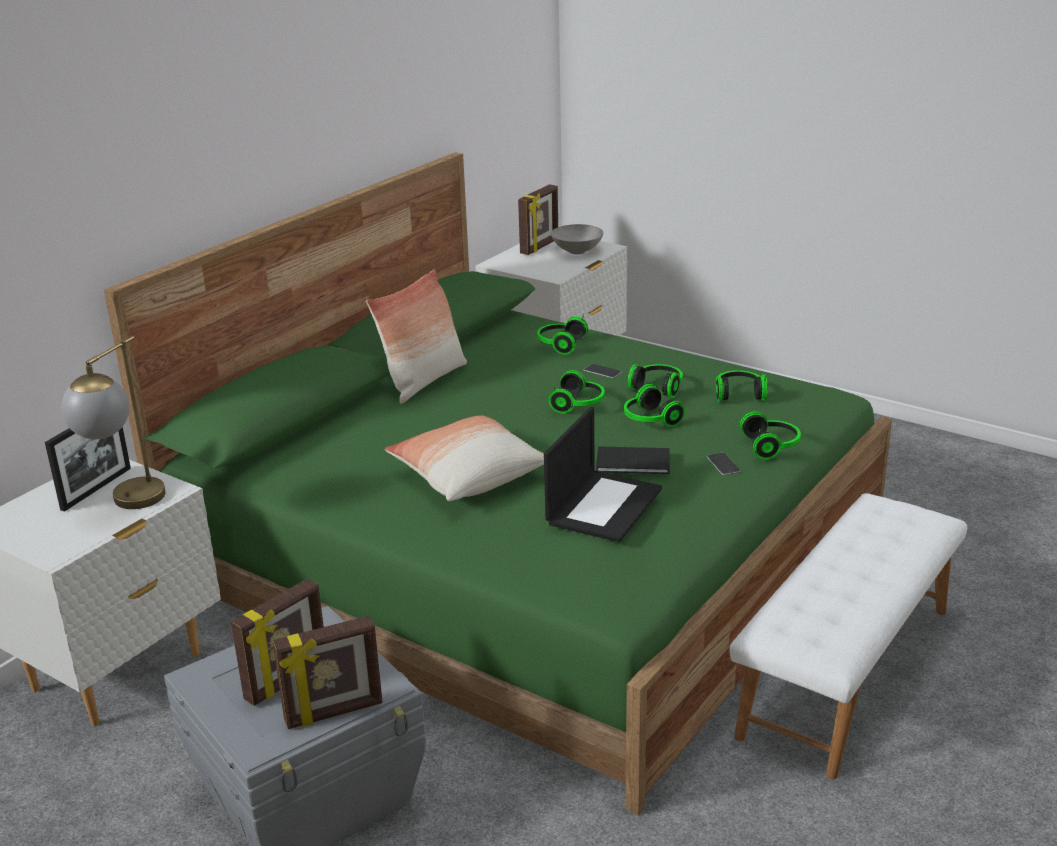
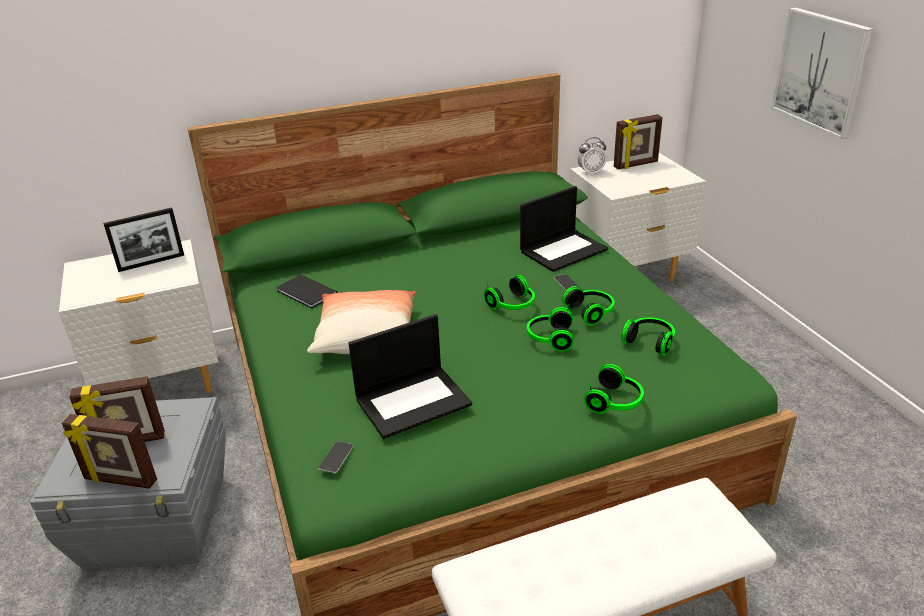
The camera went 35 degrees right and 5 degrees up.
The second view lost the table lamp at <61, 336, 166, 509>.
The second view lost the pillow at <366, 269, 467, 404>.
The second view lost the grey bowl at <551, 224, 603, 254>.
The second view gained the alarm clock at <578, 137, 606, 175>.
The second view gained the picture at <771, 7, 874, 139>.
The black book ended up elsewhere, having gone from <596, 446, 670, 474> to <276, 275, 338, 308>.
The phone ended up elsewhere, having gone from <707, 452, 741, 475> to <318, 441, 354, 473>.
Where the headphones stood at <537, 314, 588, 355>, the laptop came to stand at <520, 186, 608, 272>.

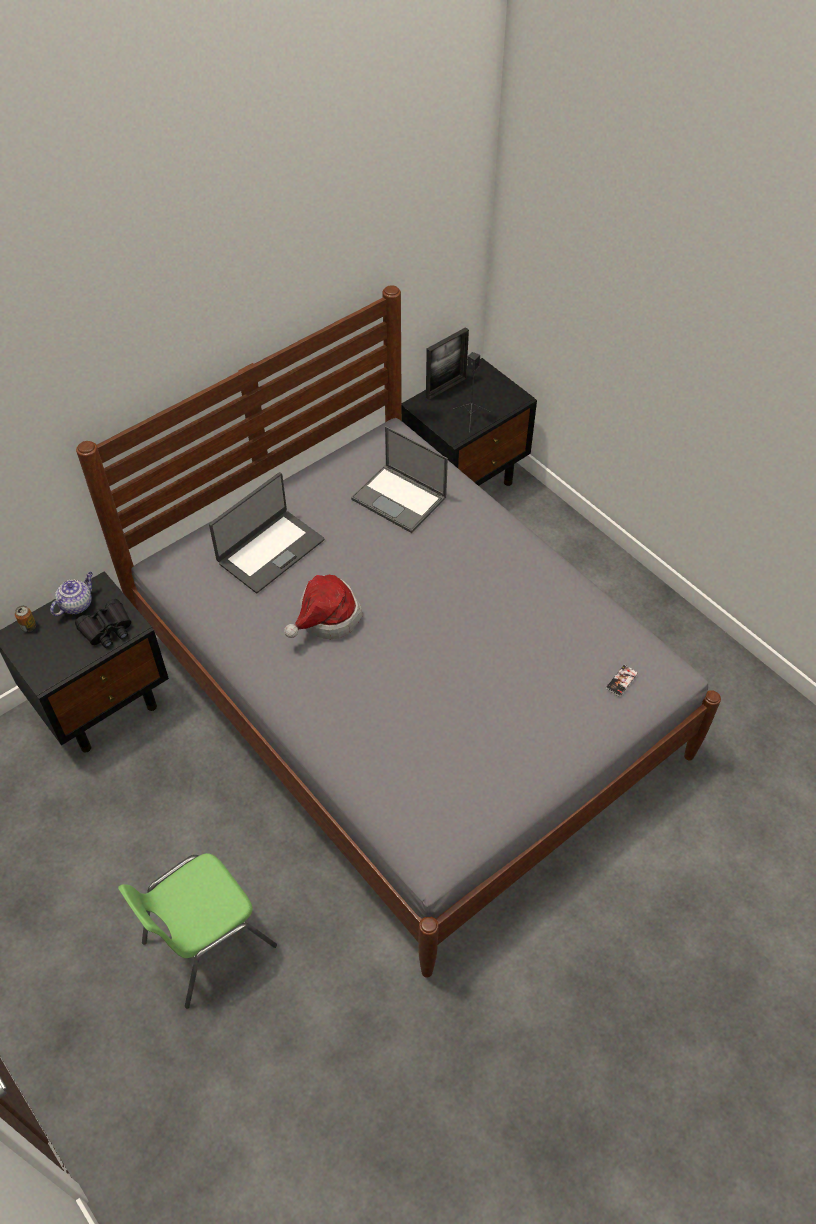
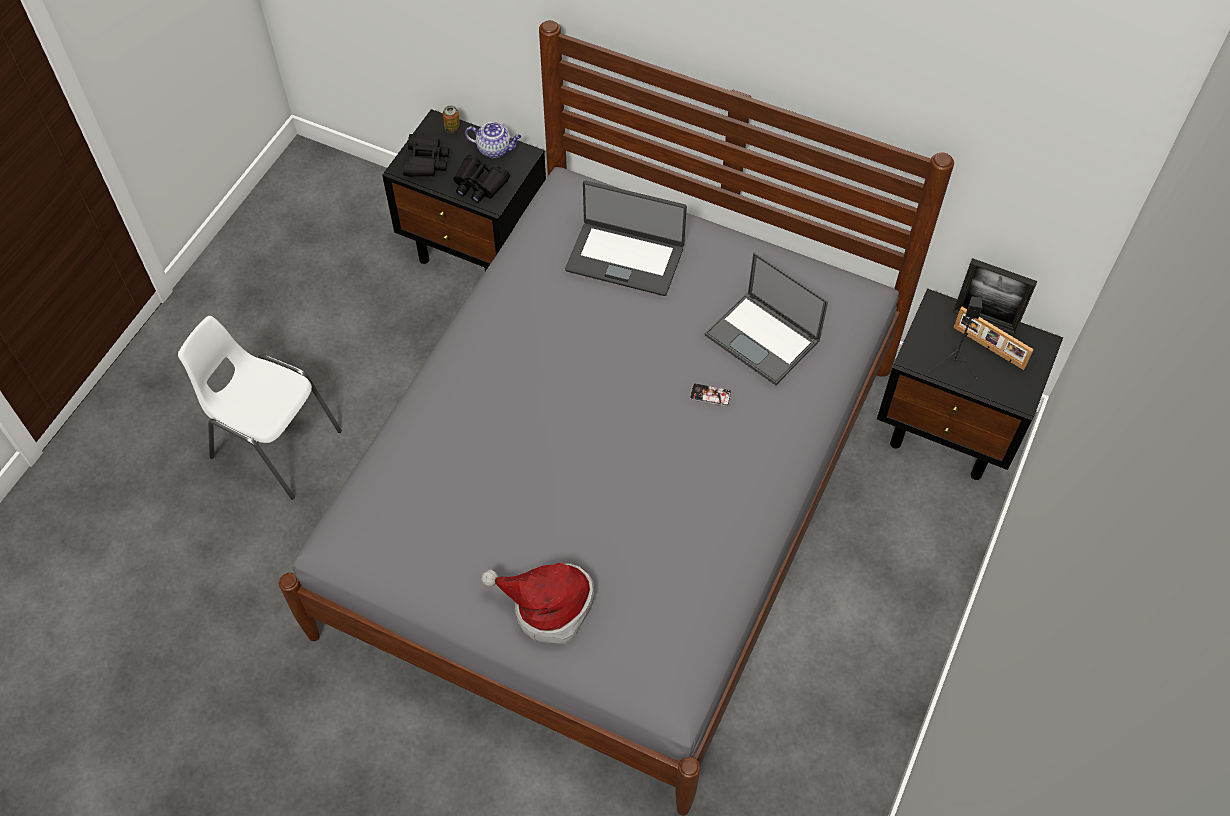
The camera went 65 degrees right and 5 degrees up.
The second view gained the black binoculars at <403, 134, 449, 177>.
The second view gained the picture frame at <953, 307, 1034, 370>.
The hat ended up elsewhere, having gone from <284, 575, 363, 639> to <481, 562, 595, 644>.
The phone ended up elsewhere, having gone from <606, 665, 638, 697> to <690, 383, 732, 406>.
What was the green chair at <118, 853, 277, 1008> turned into the white chair at <178, 316, 342, 500>.
The laptop at <351, 426, 448, 533> ended up facing another way, 60 degrees counterclockwise from before.

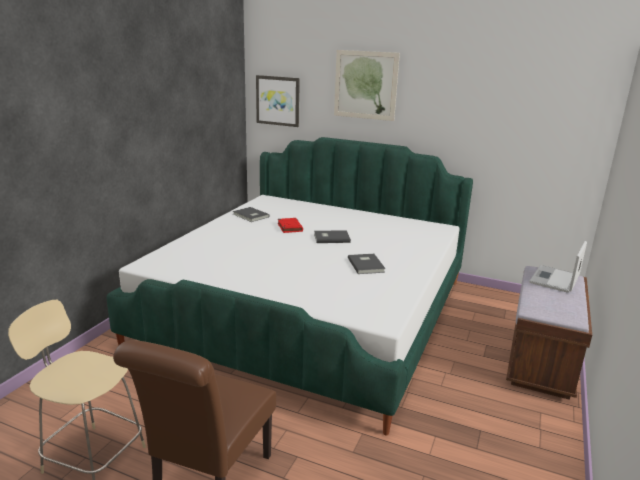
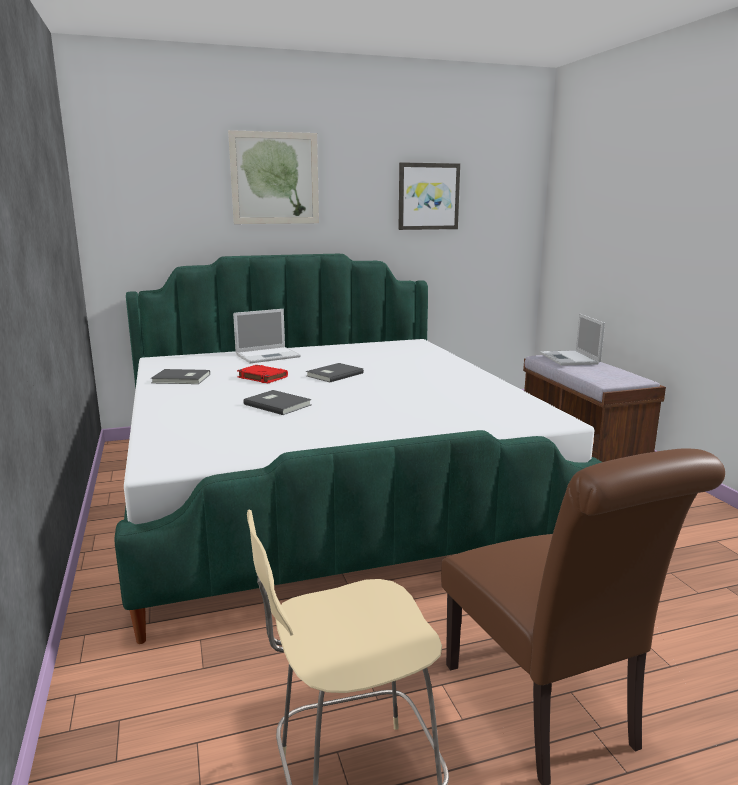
The camera went 40 degrees left and 5 degrees down.
The second view gained the laptop at <233, 309, 301, 363>.
The picture ended up elsewhere, having gone from <256, 75, 300, 127> to <398, 162, 460, 230>.
The grey book ended up elsewhere, having gone from <348, 254, 386, 274> to <243, 390, 312, 415>.

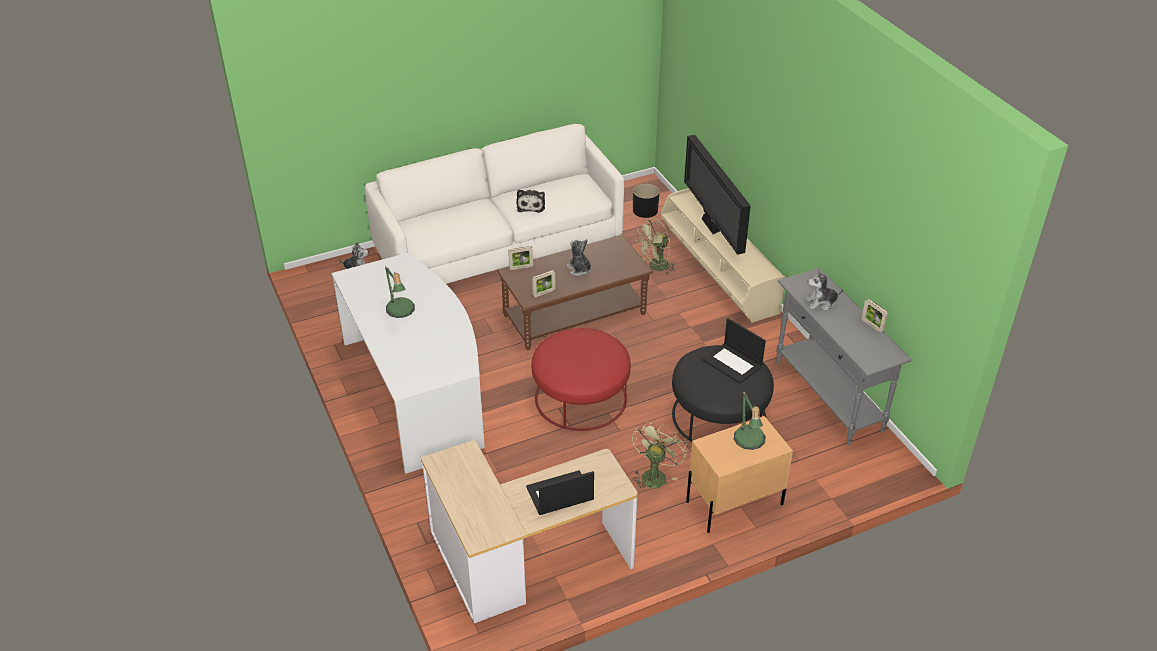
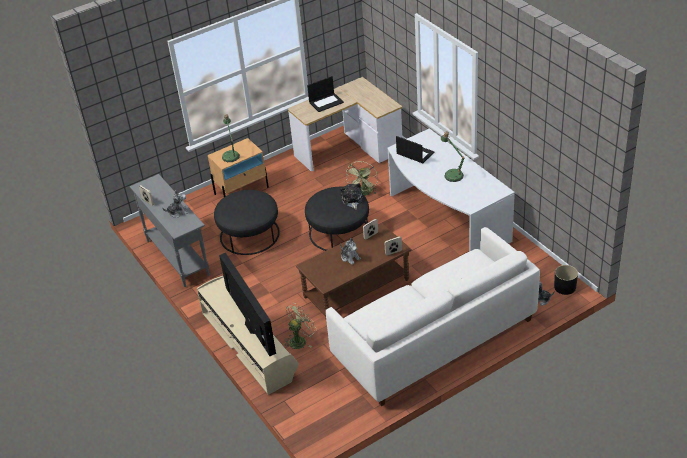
The camera went 175 degrees right and 0 degrees up.
The plush toy ended up elsewhere, having gone from <516, 190, 545, 213> to <340, 183, 362, 209>.
The green fan ended up elsewhere, having gone from <632, 422, 687, 491> to <346, 161, 378, 196>.
The black planter ended up elsewhere, having gone from <633, 184, 660, 218> to <554, 265, 578, 295>.
The laptop ended up elsewhere, having gone from <703, 318, 766, 384> to <396, 136, 435, 163>.
What was the red ottoman at <531, 328, 631, 431> turned into the black ottoman at <305, 186, 369, 251>.

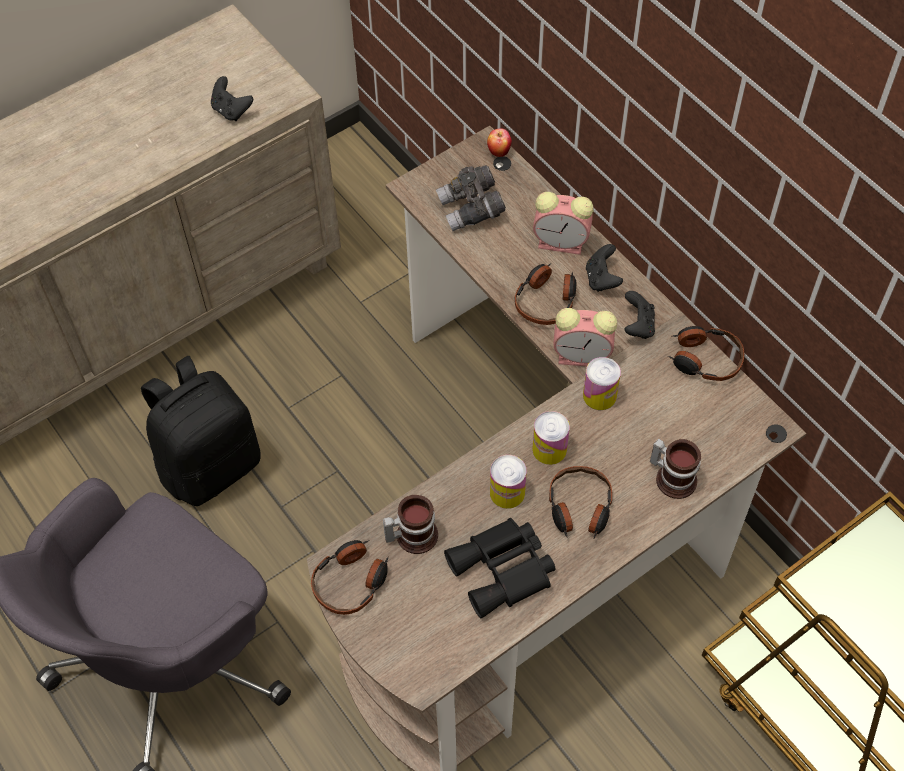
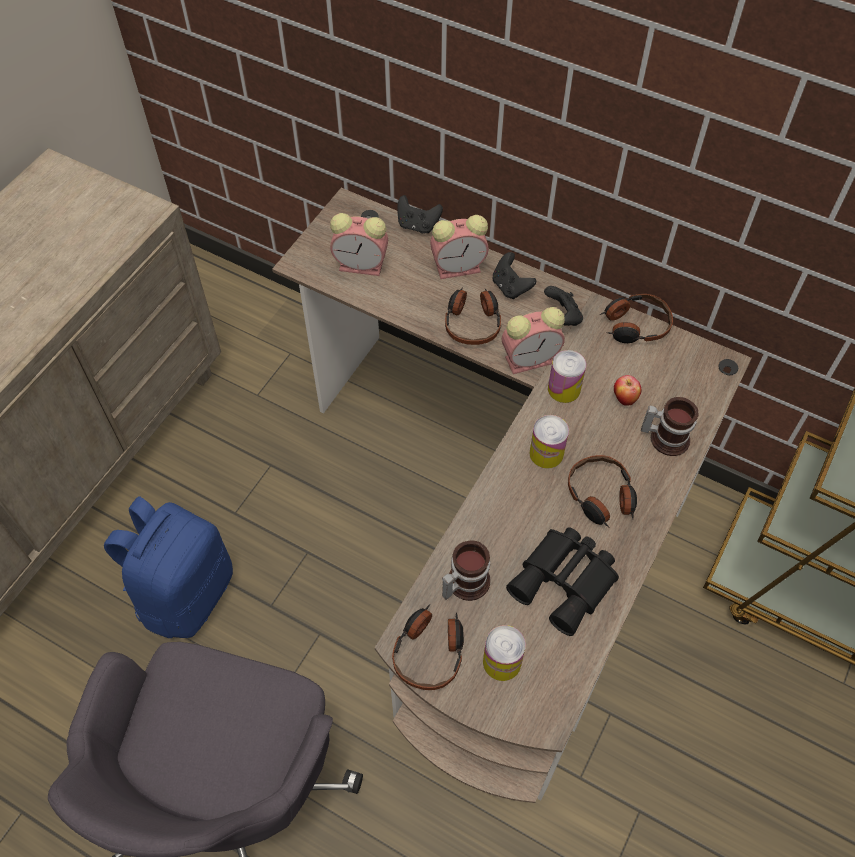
The camera went 25 degrees left and 0 degrees up.
The black game controller ended up elsewhere, having gone from <211, 76, 253, 121> to <397, 195, 443, 233>.
The apple ended up elsewhere, having gone from <487, 128, 512, 157> to <614, 375, 641, 406>.
The can ended up elsewhere, having gone from <490, 455, 527, 509> to <483, 625, 526, 681>.
Where the grey binoculars stood at <436, 165, 506, 231>, the alarm clock came to stand at <330, 213, 388, 276>.
What was the black backpack at <141, 356, 261, 506> turned into the blue backpack at <104, 496, 233, 638>.

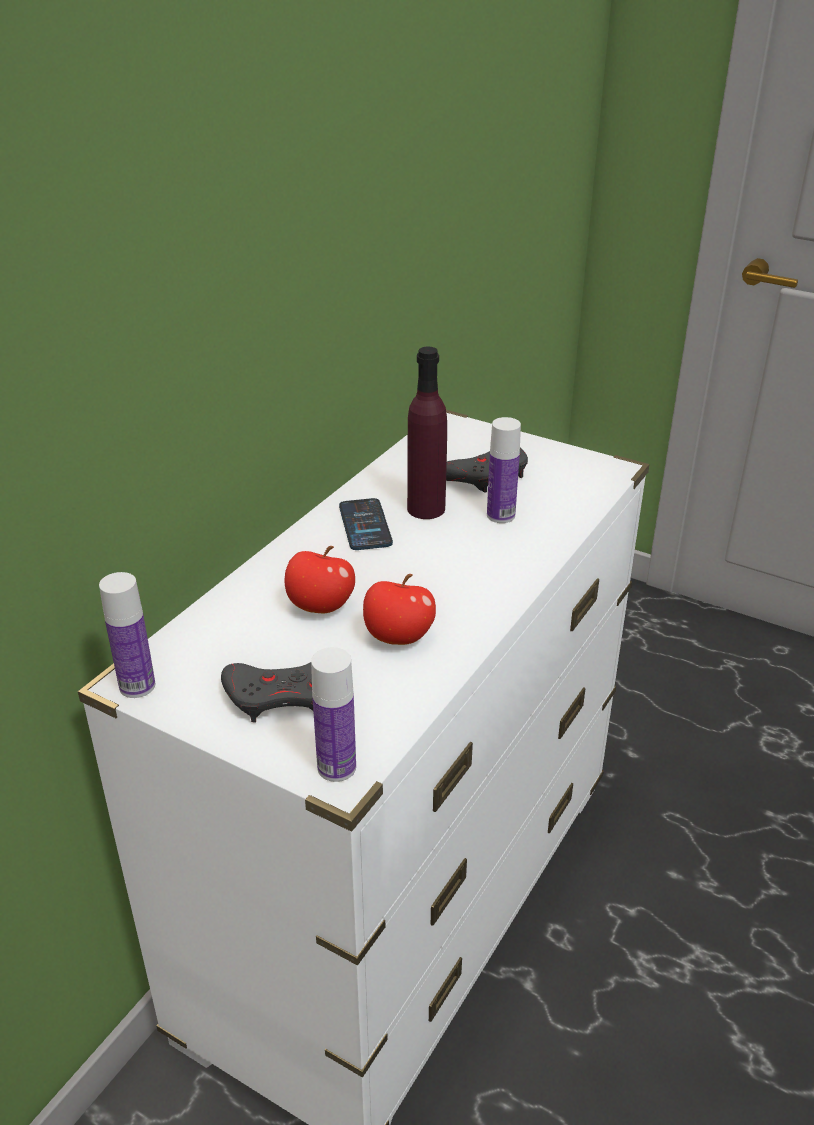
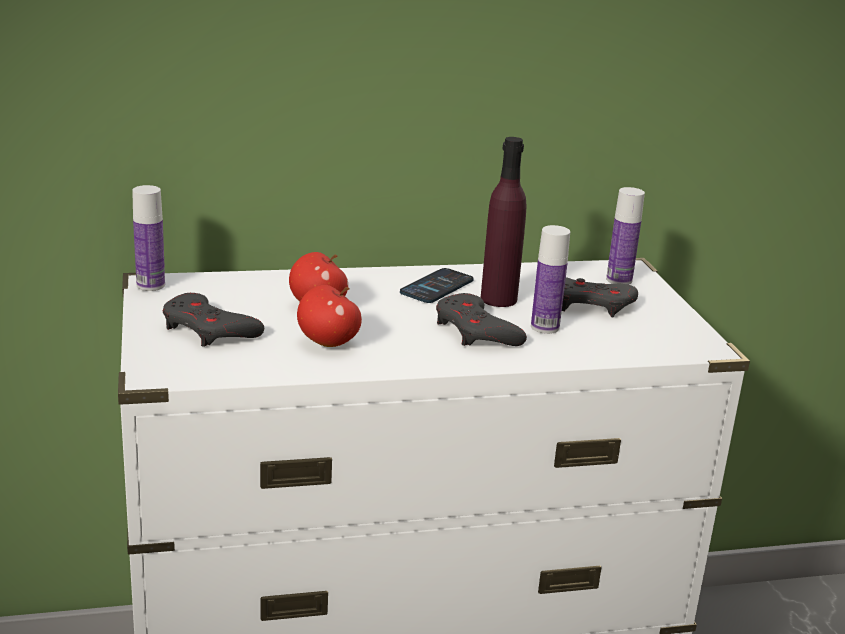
The camera went 45 degrees right and 10 degrees down.
The second view gained the grey game controller at <436, 293, 527, 346>.
The bottle ended up elsewhere, having gone from <311, 647, 356, 782> to <606, 187, 645, 285>.

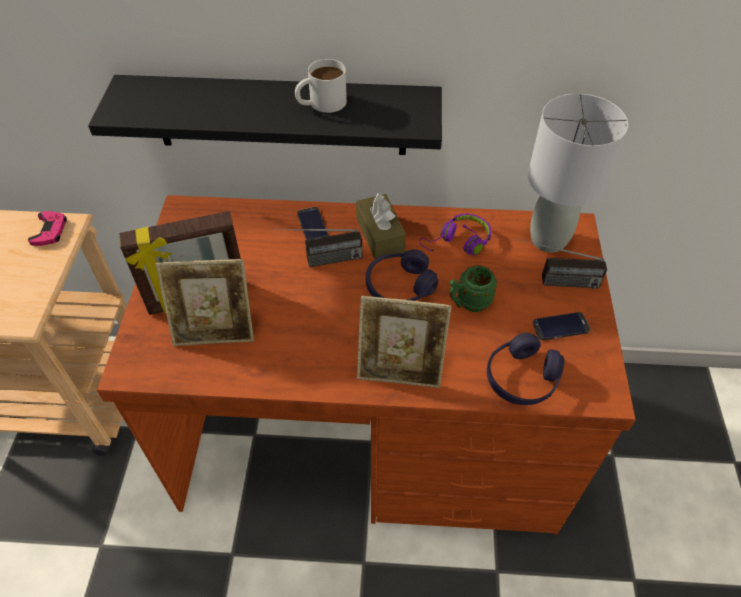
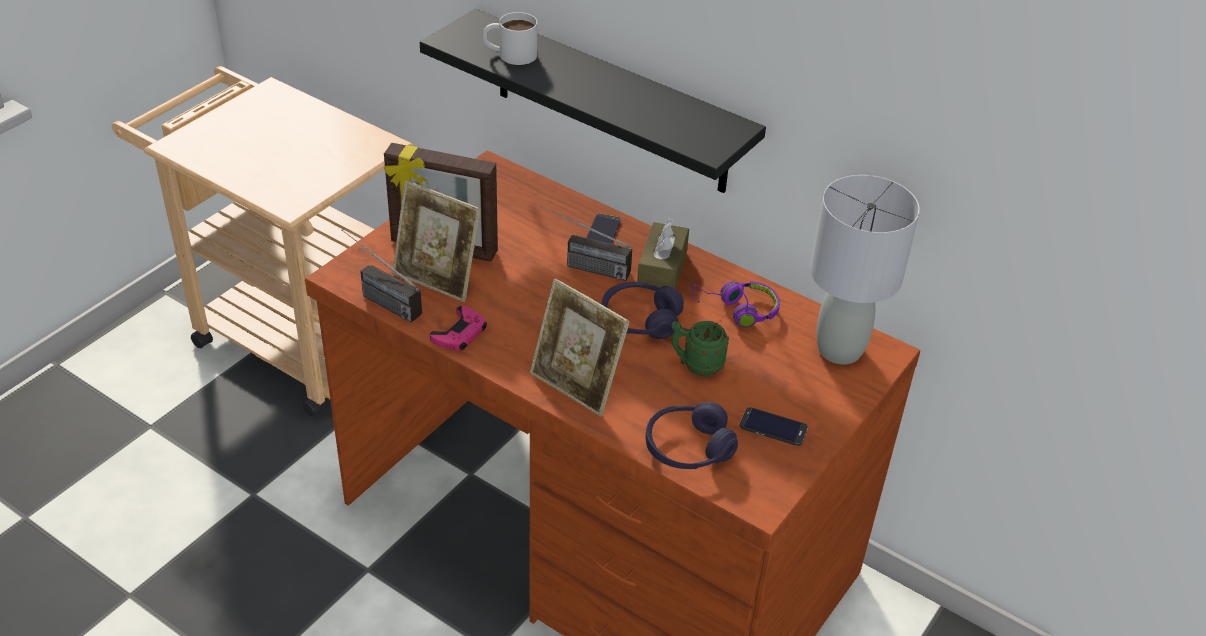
The camera went 30 degrees right and 10 degrees down.
The pink game controller ended up elsewhere, having gone from <28, 211, 67, 246> to <430, 306, 487, 351>.
The white mug ended up elsewhere, having gone from <295, 59, 347, 113> to <483, 12, 537, 65>.
The radio ended up elsewhere, having gone from <520, 240, 607, 289> to <341, 229, 422, 322>.

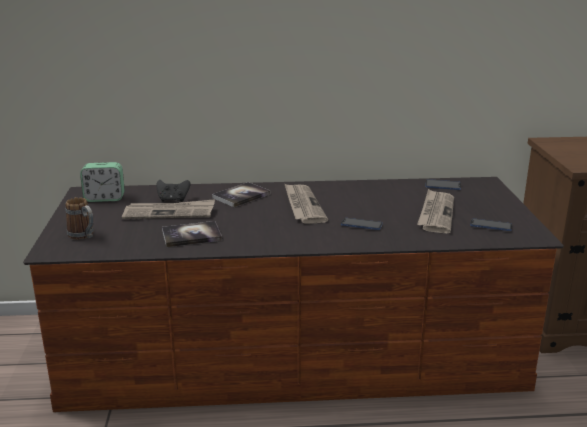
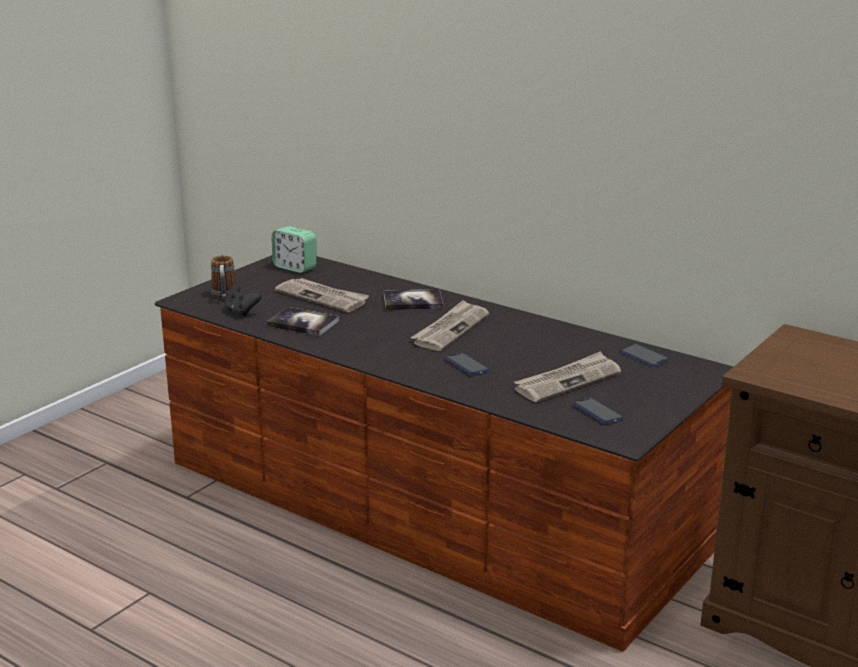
The camera went 40 degrees right and 0 degrees up.
The black game controller ended up elsewhere, having gone from <156, 180, 191, 202> to <224, 285, 262, 316>.

